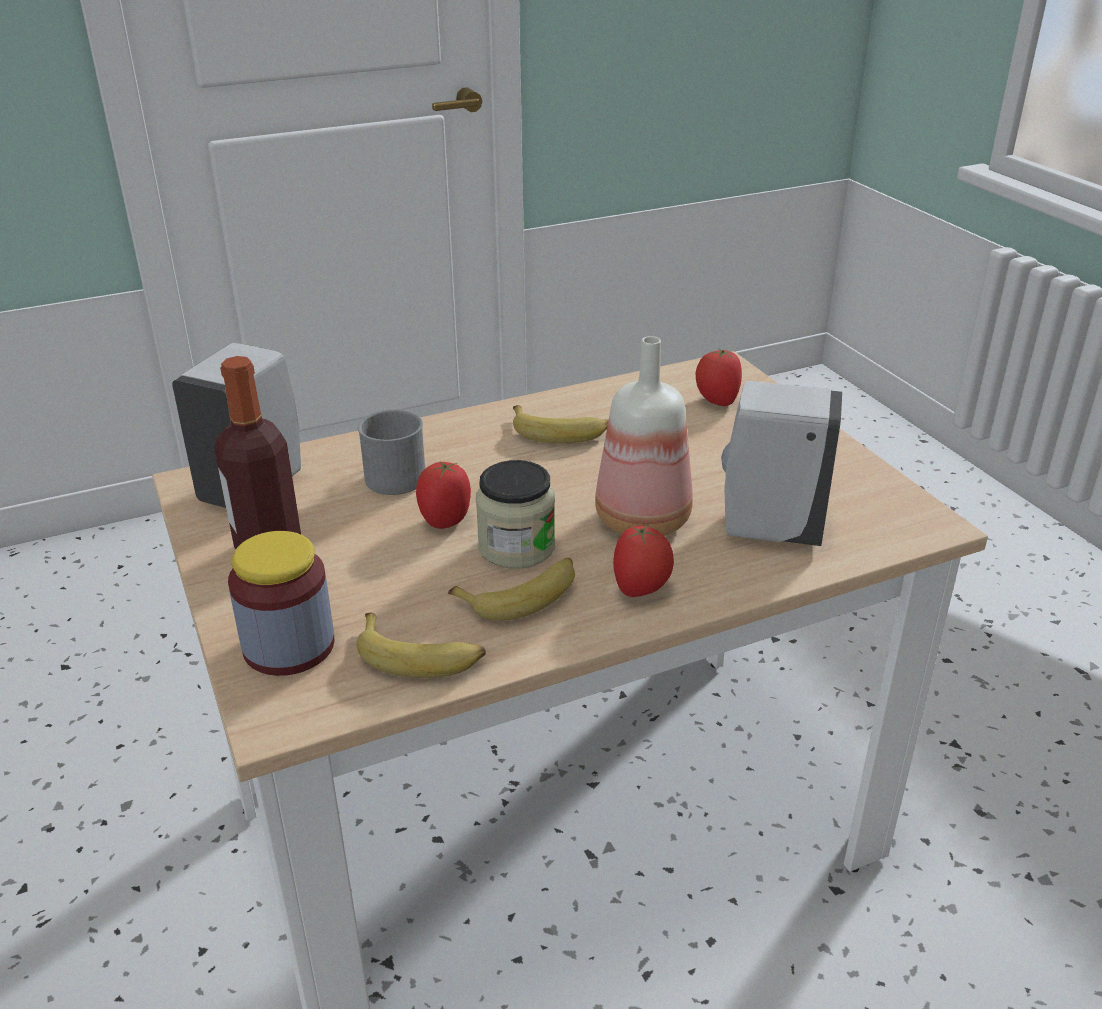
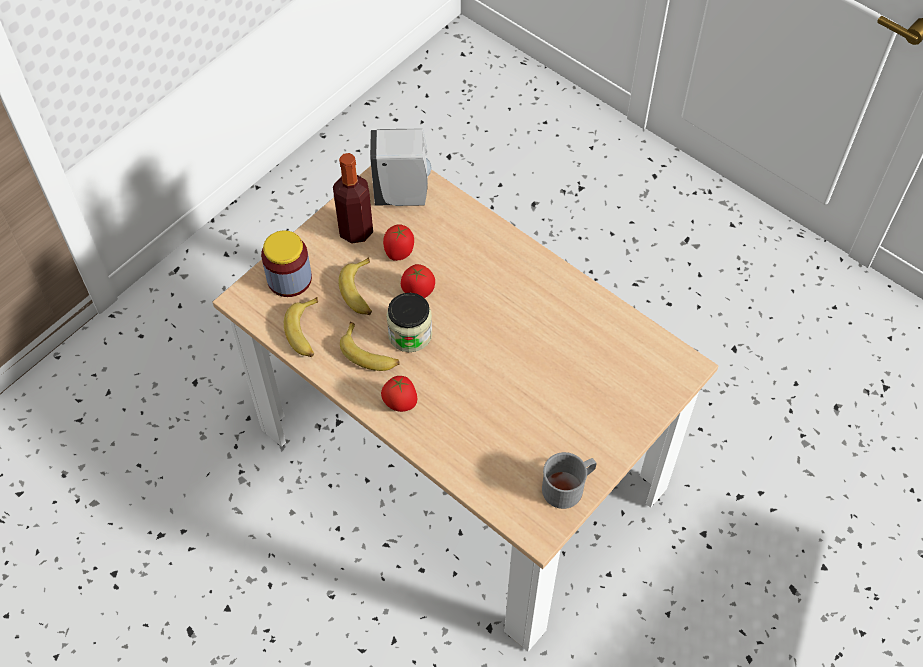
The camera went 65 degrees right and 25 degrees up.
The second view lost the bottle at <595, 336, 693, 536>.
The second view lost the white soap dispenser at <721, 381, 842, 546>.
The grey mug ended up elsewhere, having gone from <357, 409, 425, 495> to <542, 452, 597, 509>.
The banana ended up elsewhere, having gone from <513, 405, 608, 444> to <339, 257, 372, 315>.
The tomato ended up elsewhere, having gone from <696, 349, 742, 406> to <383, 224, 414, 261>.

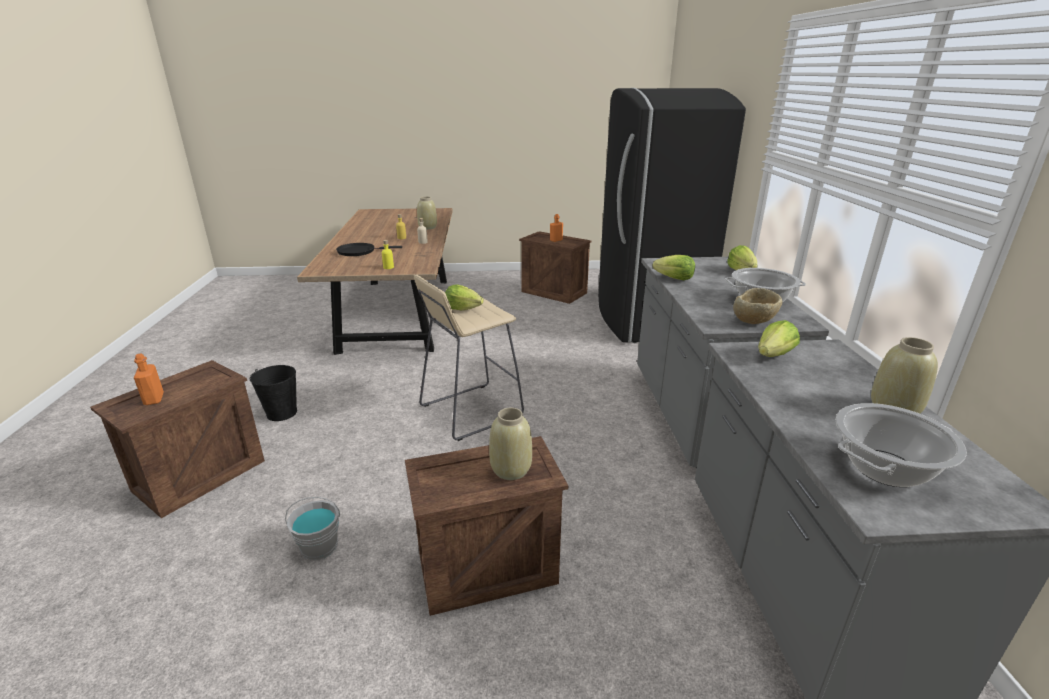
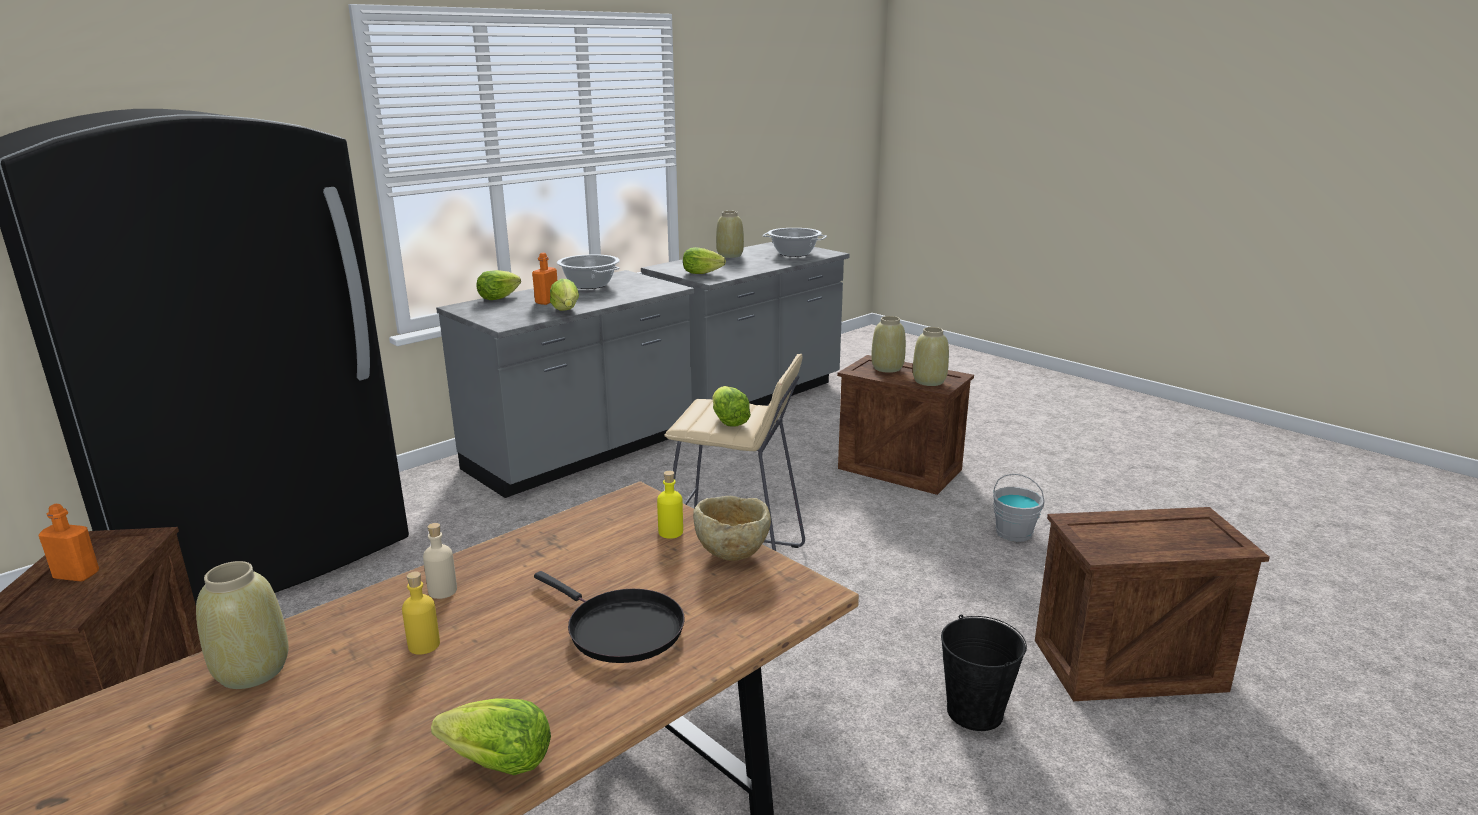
The camera went 130 degrees left and 5 degrees down.
The second view gained the lettuce at <431, 698, 551, 775>.
The second view gained the beige vase at <913, 327, 949, 386>.
The orange bottle ended up elsewhere, having gone from <134, 354, 164, 405> to <532, 253, 557, 305>.
The beige bowl ended up elsewhere, having gone from <733, 288, 782, 324> to <693, 496, 771, 561>.

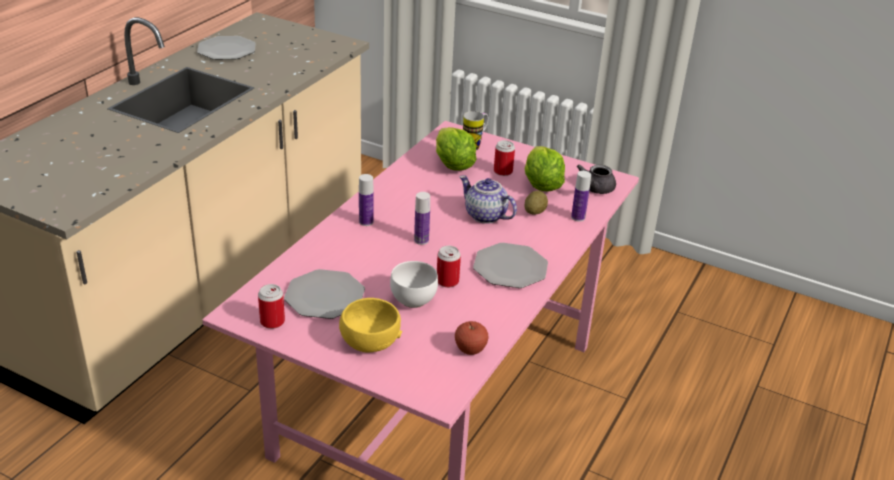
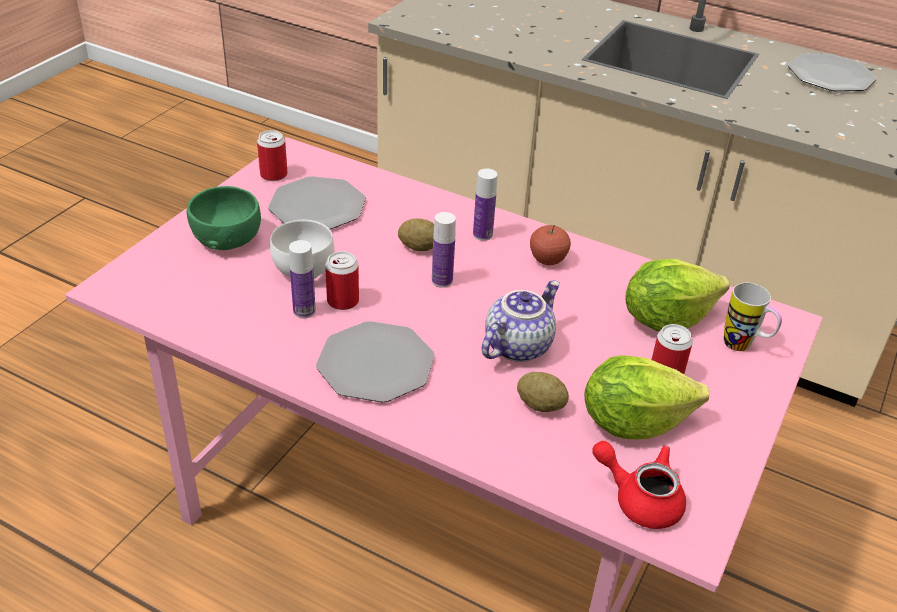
The camera went 90 degrees right and 5 degrees up.
The second view gained the potato at <398, 218, 434, 251>.
The apple ended up elsewhere, having gone from <455, 321, 488, 355> to <530, 225, 571, 265>.
The bottle ended up elsewhere, having gone from <571, 171, 591, 222> to <289, 240, 316, 318>.
What was the yellow bowl at <339, 298, 402, 353> turned into the green bowl at <187, 186, 261, 250>.
What was the grey teapot at <577, 165, 616, 194> turned into the red teapot at <592, 441, 686, 529>.

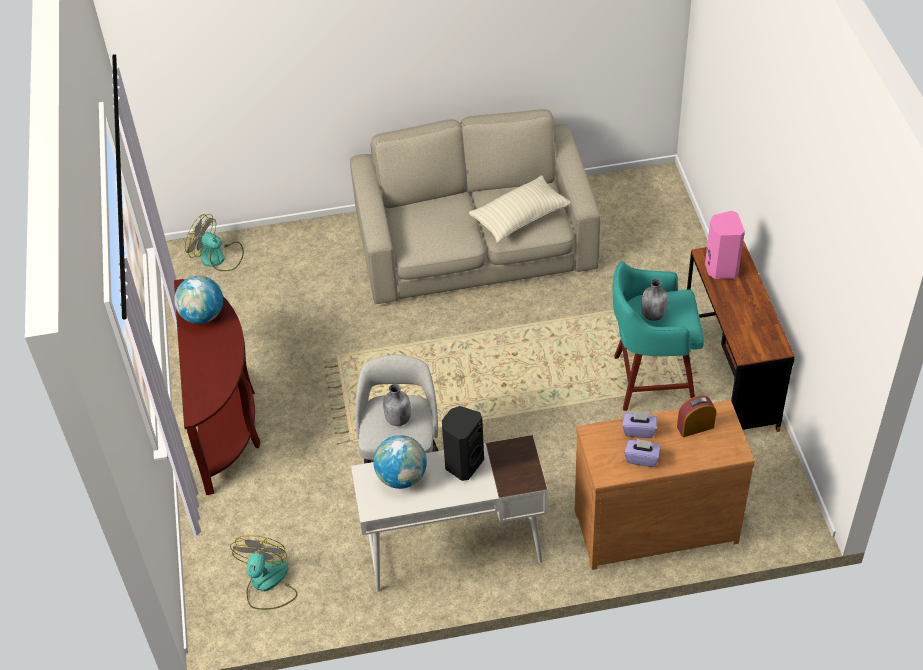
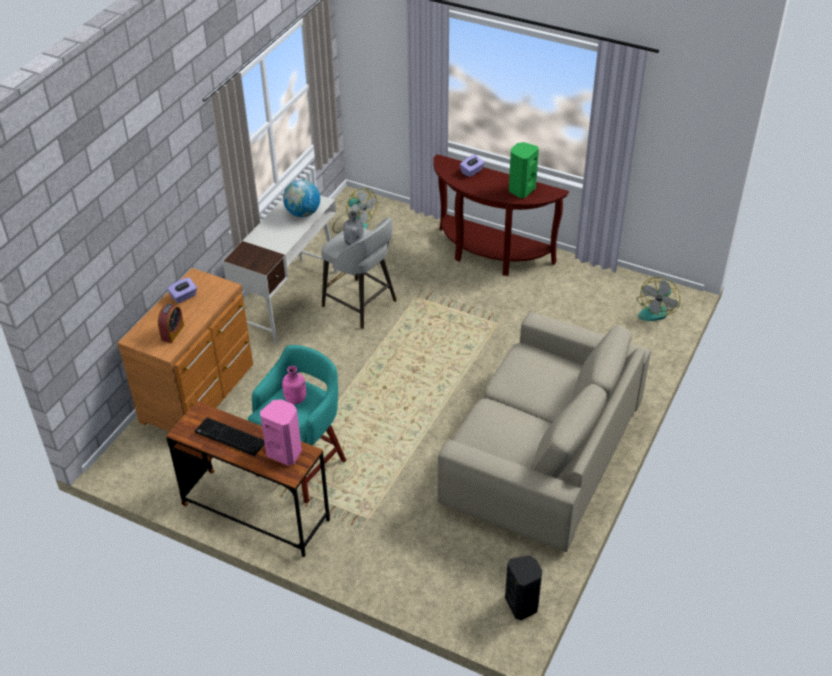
The camera went 125 degrees right and 5 degrees down.
The second view lost the beige pillow at <469, 175, 570, 243>.
The second view gained the keyboard at <195, 417, 265, 456>.
The black speaker ended up elsewhere, having gone from <442, 406, 484, 481> to <505, 555, 542, 620>.
The purple tissue box ended up elsewhere, having gone from <622, 411, 657, 438> to <460, 155, 484, 177>.
Where the globe stood at <174, 276, 223, 324>, the green speaker came to stand at <509, 142, 539, 198>.
What was the grey bottle at <641, 279, 668, 321> turned into the pink bottle at <282, 366, 306, 404>.
The fan at <185, 214, 244, 271> ended up facing another way, 150 degrees clockwise from before.

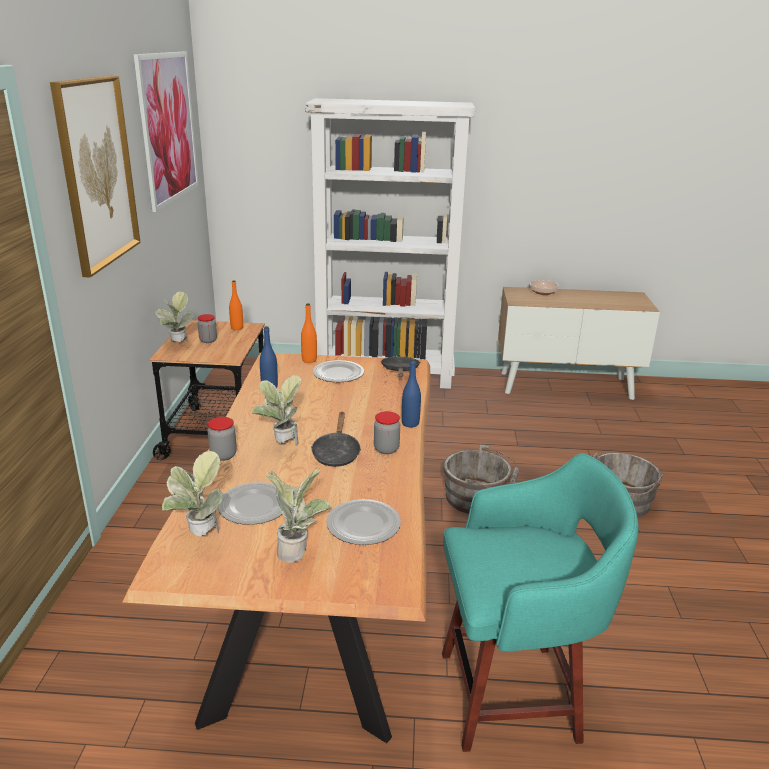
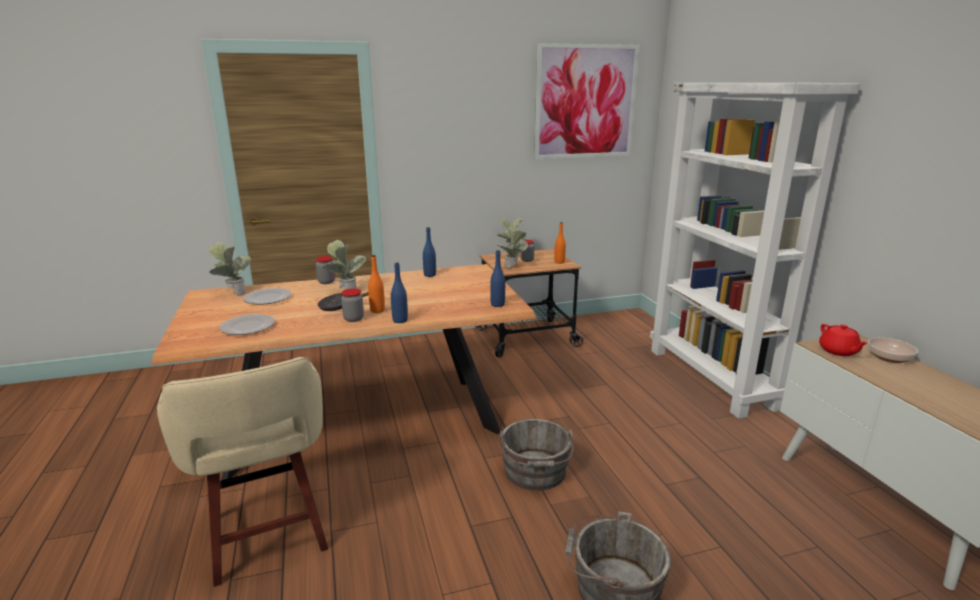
The camera went 70 degrees right and 5 degrees down.
The second view lost the picture at <50, 75, 141, 278>.
The second view lost the plate at <313, 360, 364, 382>.
The second view gained the red teapot at <819, 324, 868, 356>.
The potted plant ended up elsewhere, having gone from <266, 469, 332, 563> to <497, 226, 528, 268>.
The orange bottle ended up elsewhere, having gone from <301, 303, 317, 363> to <368, 255, 385, 313>.
Where the black frying pan stood at <381, 357, 420, 377>, the blue bottle came to stand at <490, 250, 505, 307>.
What was the turquoise stool at <442, 453, 638, 752> turned into the beige stool at <157, 357, 328, 587>.

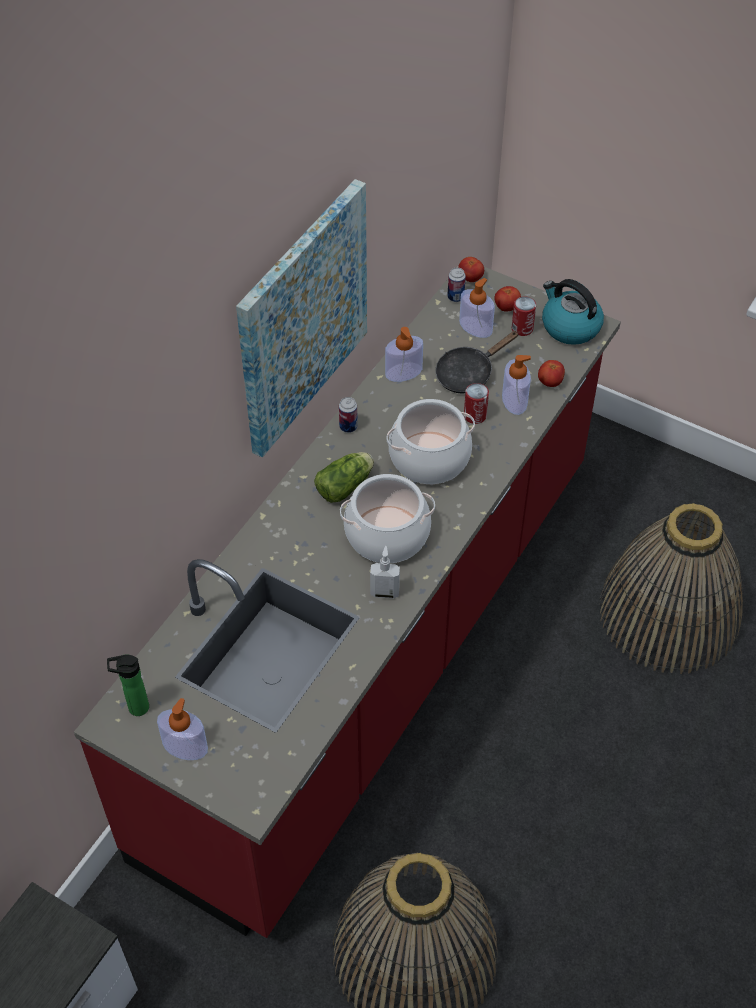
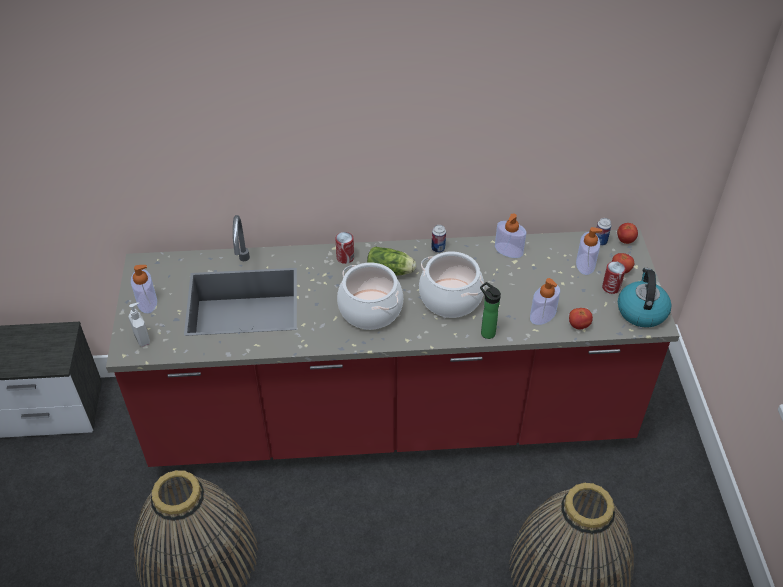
The camera went 55 degrees right and 5 degrees down.
The second view lost the picture at <236, 179, 367, 457>.
The second view lost the black frying pan at <435, 331, 519, 393>.
The bottle ended up elsewhere, having gone from <107, 654, 149, 716> to <480, 282, 501, 339>.
The soap dispenser ended up elsewhere, having gone from <370, 546, 400, 599> to <129, 302, 150, 347>.
The can ended up elsewhere, having gone from <464, 383, 489, 424> to <335, 232, 354, 264>.

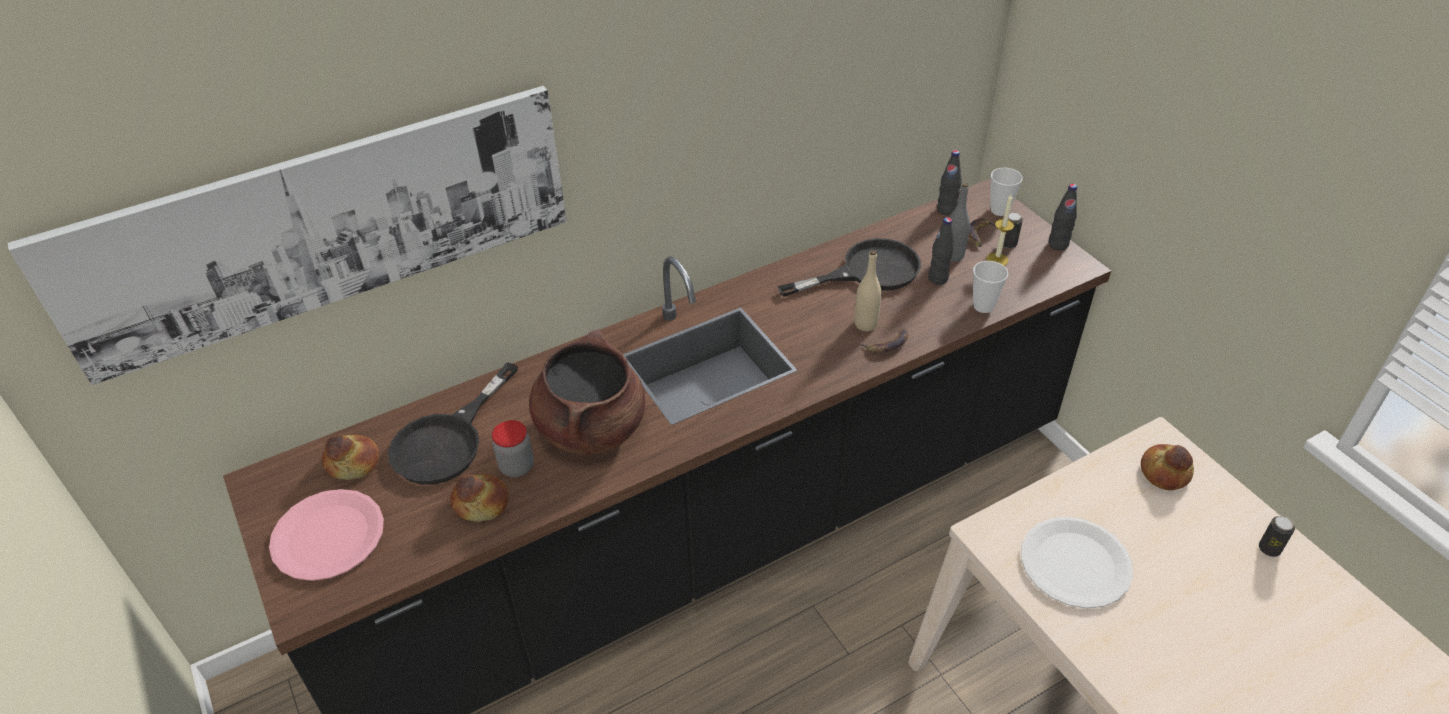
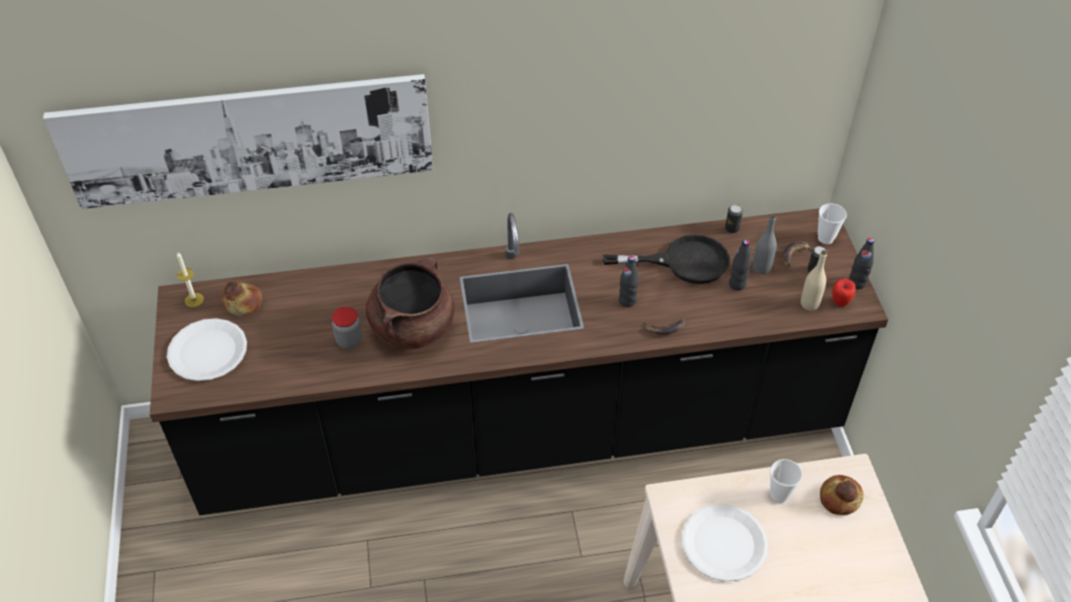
The camera went 20 degrees right and 5 degrees up.
The second view lost the black frying pan at <388, 362, 518, 484>.
The second view lost the bread at <450, 474, 509, 522>.
The second view gained the apple at <832, 279, 856, 307>.
The beige bottle ended up elsewhere, having gone from <854, 250, 881, 331> to <801, 250, 827, 311>.
The black bottle ended up elsewhere, having gone from <937, 150, 962, 215> to <619, 256, 639, 307>.
The cup ended up elsewhere, having gone from <973, 261, 1008, 313> to <770, 459, 803, 503>.
The candle ended up elsewhere, having gone from <987, 194, 1014, 266> to <177, 252, 204, 307>.
The can ended up elsewhere, having gone from <1259, 516, 1295, 557> to <725, 205, 743, 234>.
What was the pink plate at <269, 489, 384, 581> turned into the white plate at <167, 318, 247, 381>.

